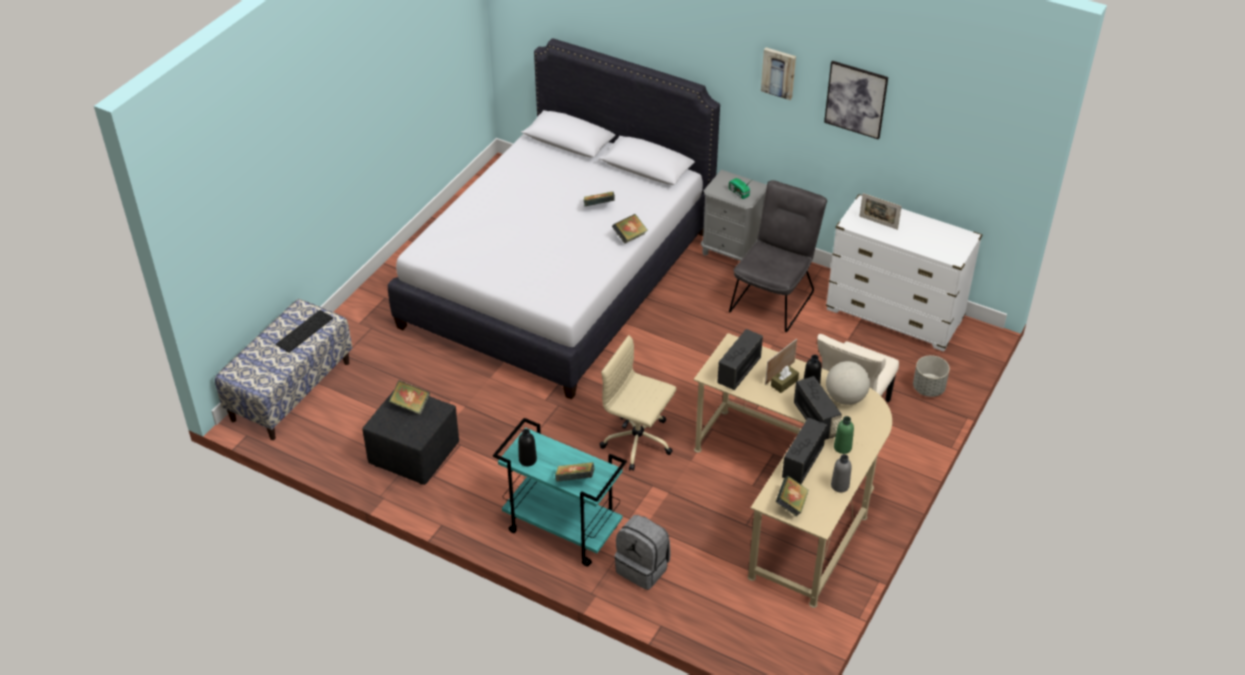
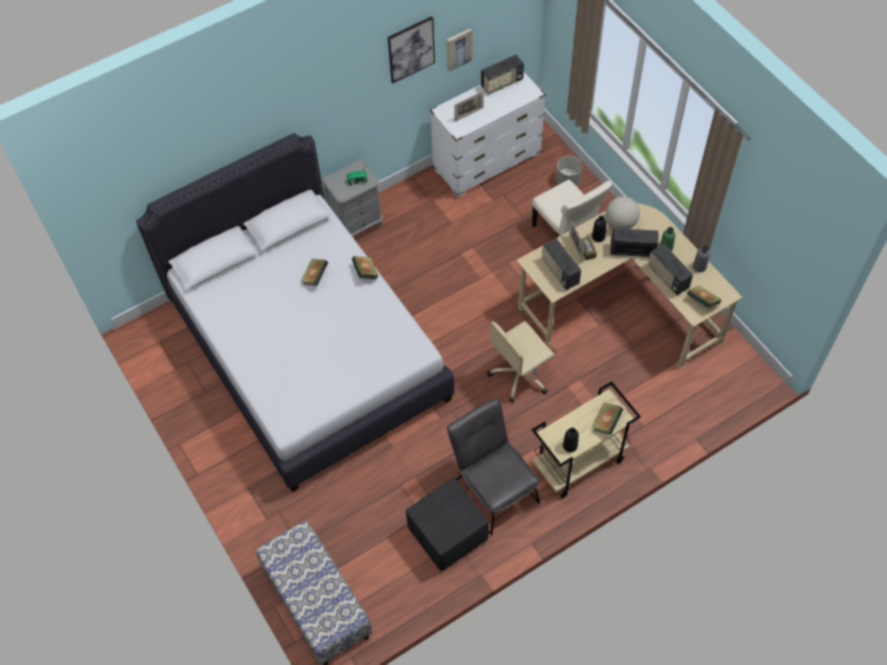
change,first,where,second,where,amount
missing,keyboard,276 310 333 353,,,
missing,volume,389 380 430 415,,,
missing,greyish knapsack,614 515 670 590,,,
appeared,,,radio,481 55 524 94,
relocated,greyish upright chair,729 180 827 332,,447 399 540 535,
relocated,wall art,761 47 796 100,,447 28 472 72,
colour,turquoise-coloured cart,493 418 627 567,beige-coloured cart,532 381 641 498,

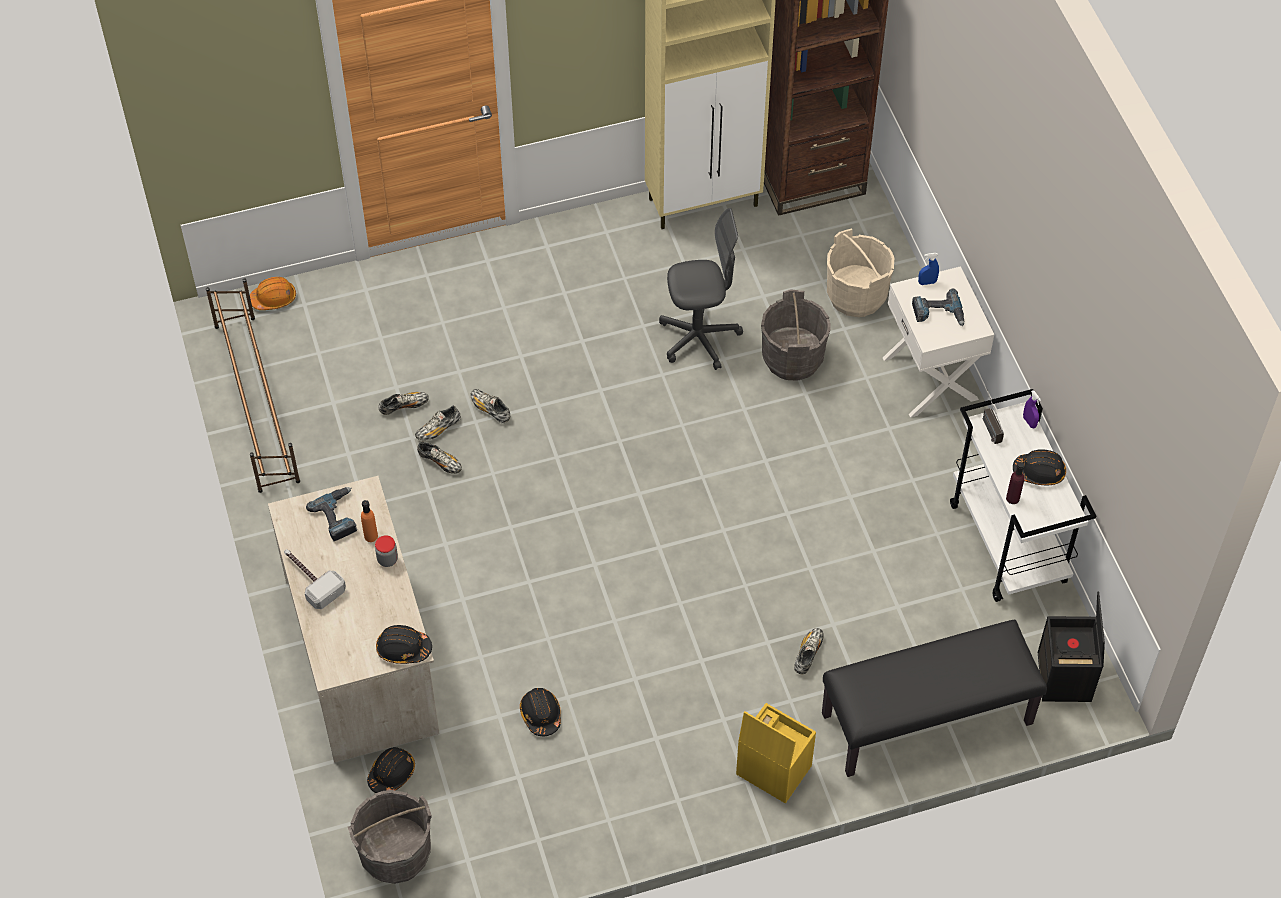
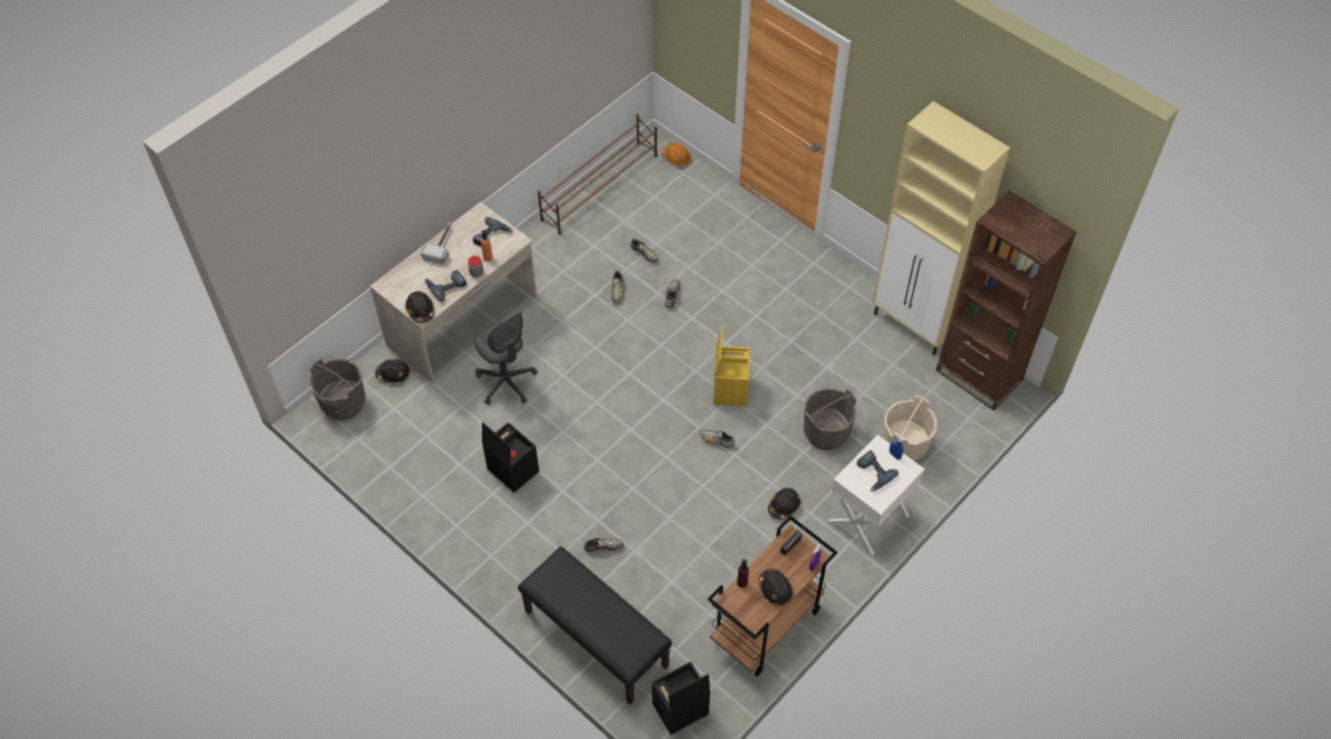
change,first,where,second,where,amount
appeared,,,electric drill,425 270 467 302,
appeared,,,black-coloured storage container,482 422 539 493,
relocated,shoe,415 406 461 440,,699 429 735 449,
relocated,black-coloured work helmet,520 688 561 736,,768 488 801 520,
relocated,greyish computer chair,659 208 743 370,,474 312 537 405,
relocated,yellowish storage container,736 703 816 803,,713 327 750 407,
colour,white cart,950 389 1096 602,brown-coloured cart,708 515 838 677,

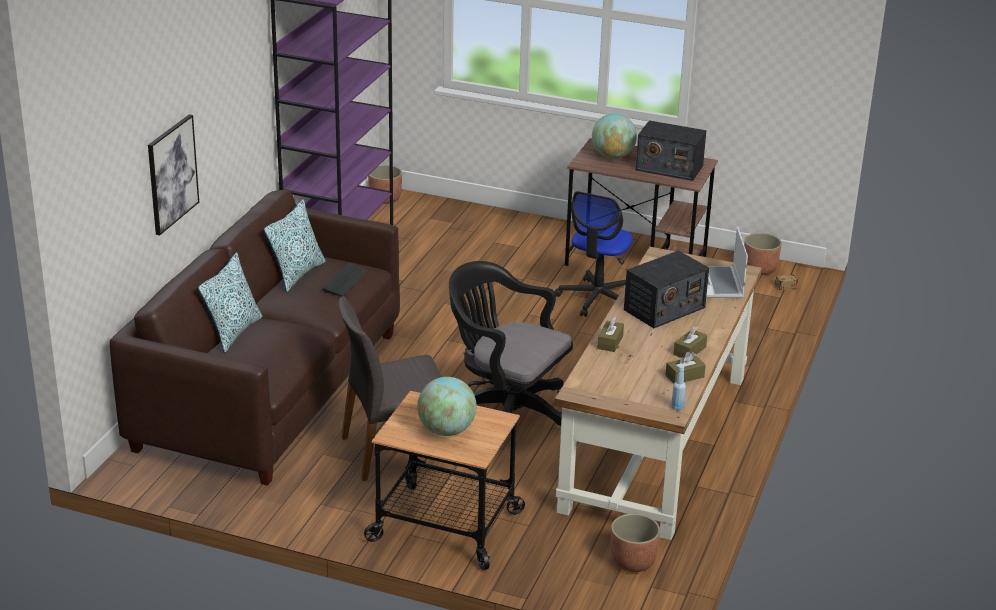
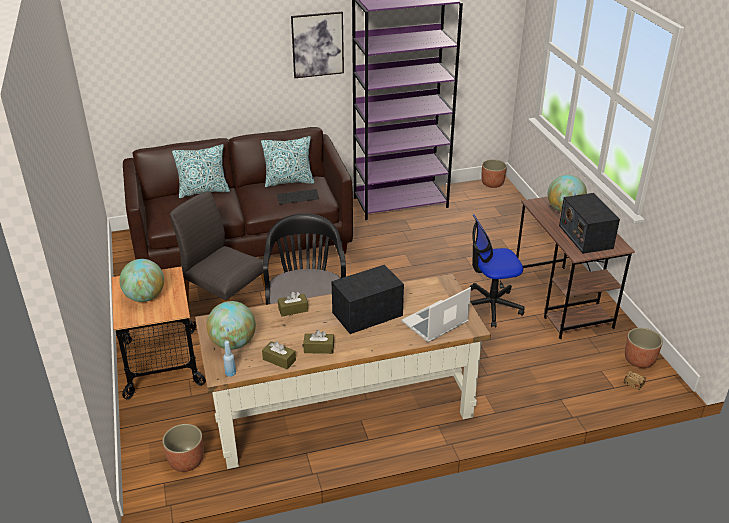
change,first,where,second,where,amount
appeared,,,world globe,207 301 256 350,
relocated,wall art,148 114 199 235,,291 12 344 78,
spun,radio,624 250 709 328,,331 264 404 334,135 degrees clockwise

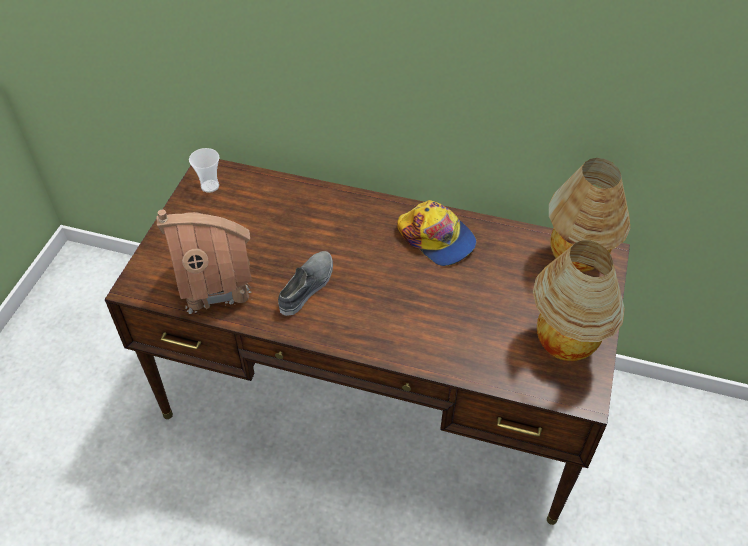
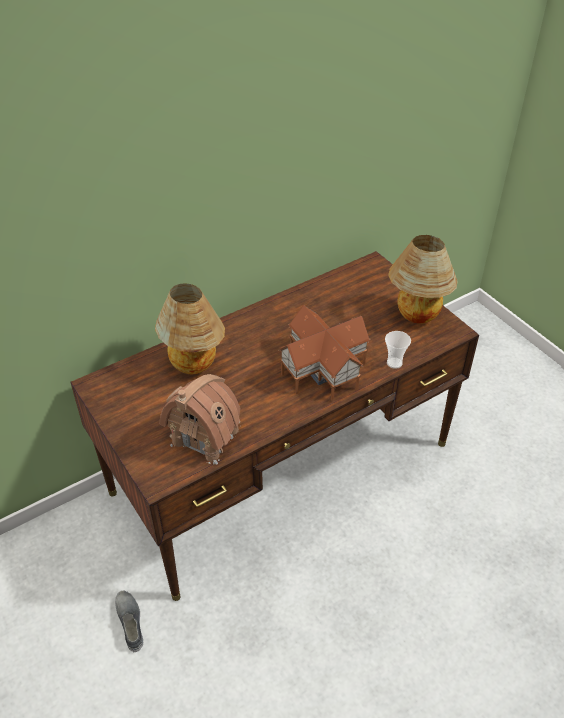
change,first,where,second,where,amount
missing,peaked cap,397 200 477 266,,,
appeared,,,toy house,278 305 371 401,
relocated,drinking cup,189 148 219 193,,385 331 411 369,
relocated,greyish shoe,278 251 333 316,,115 590 143 652,
relocated,table lamp,549 158 630 272,,155 283 225 374,

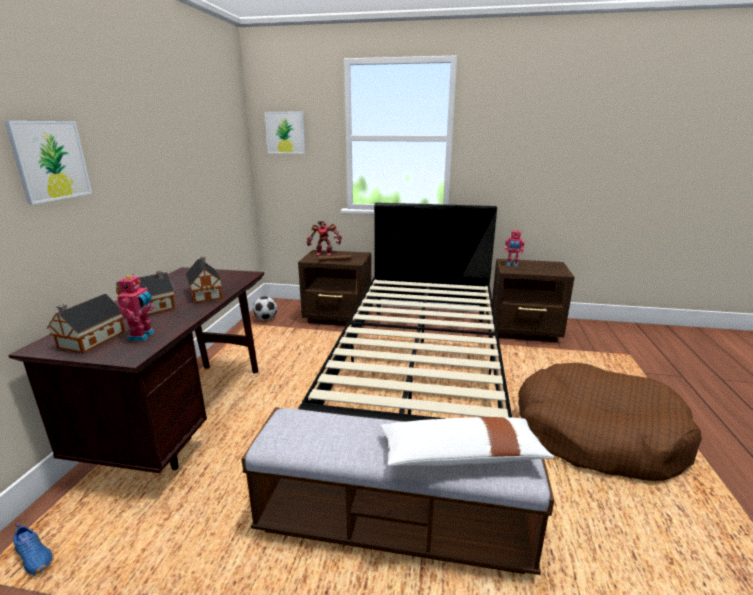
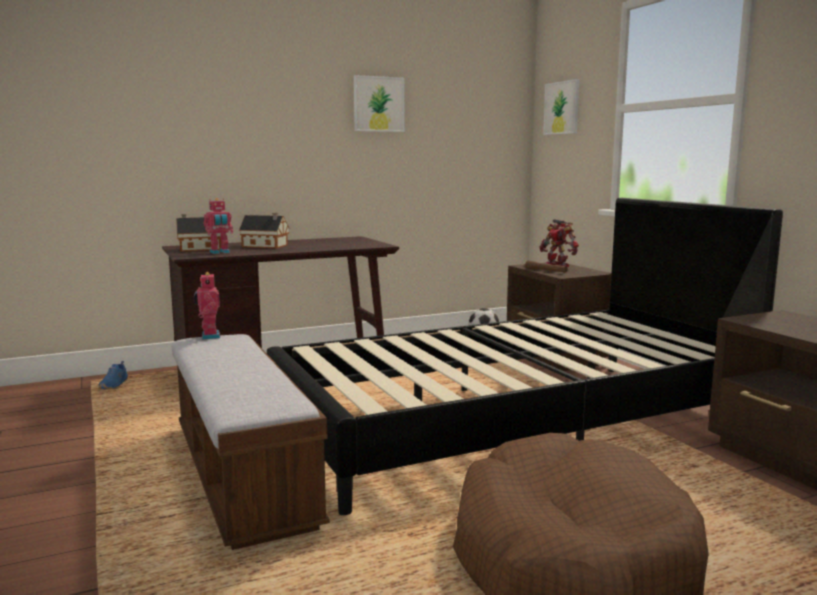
change,first,where,second,where,amount
missing,toy house,185 257 223 303,,,
missing,white throw pillow,381 417 555 466,,,
relocated,wall art,4 121 92 205,,354 75 405 132,
relocated,toy robot,505 229 524 267,,194 272 220 340,

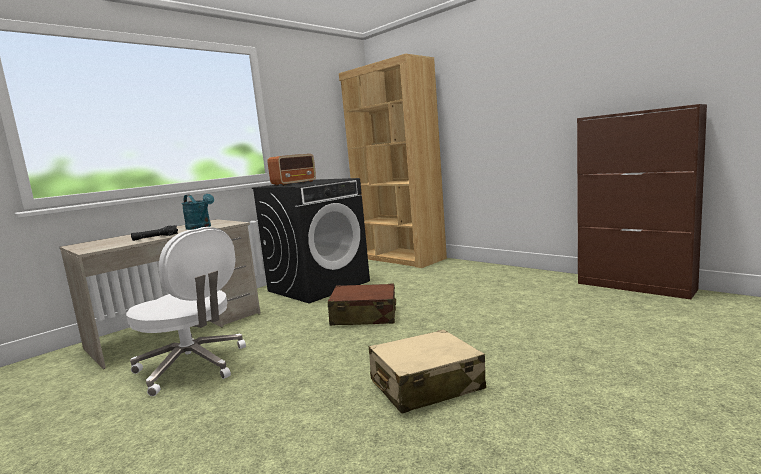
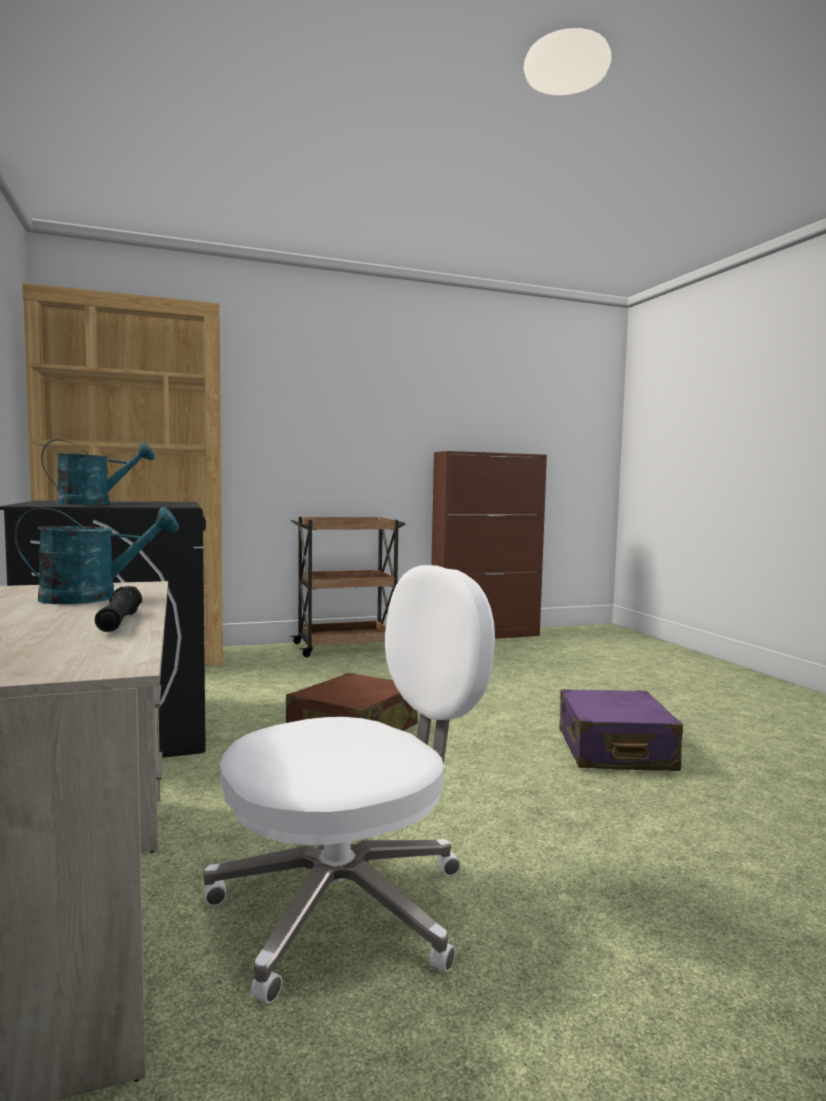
change,first,where,second,where,amount
appeared,,,brown-coloured cart,290 517 406 657,
exchanged,radio,268 154 316 186,turquoise-coloured sprinkling can,41 440 154 505,
colour,beige-coloured travel case,369 329 486 414,purple travel case,559 689 683 771,

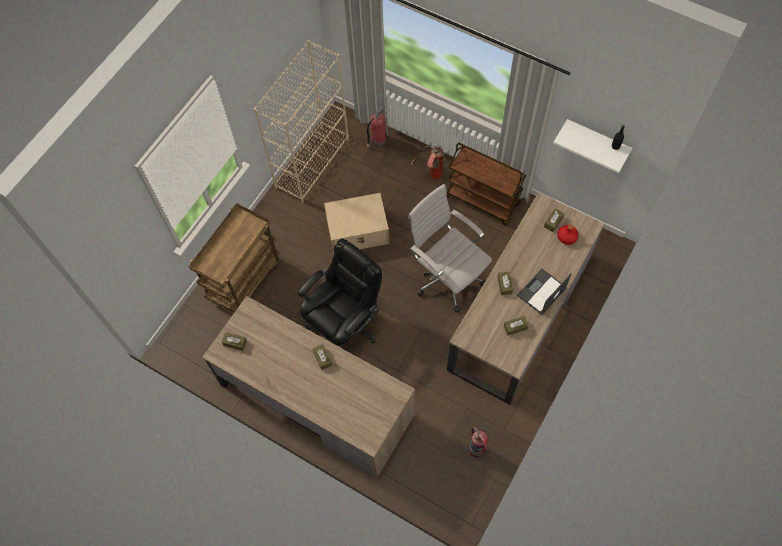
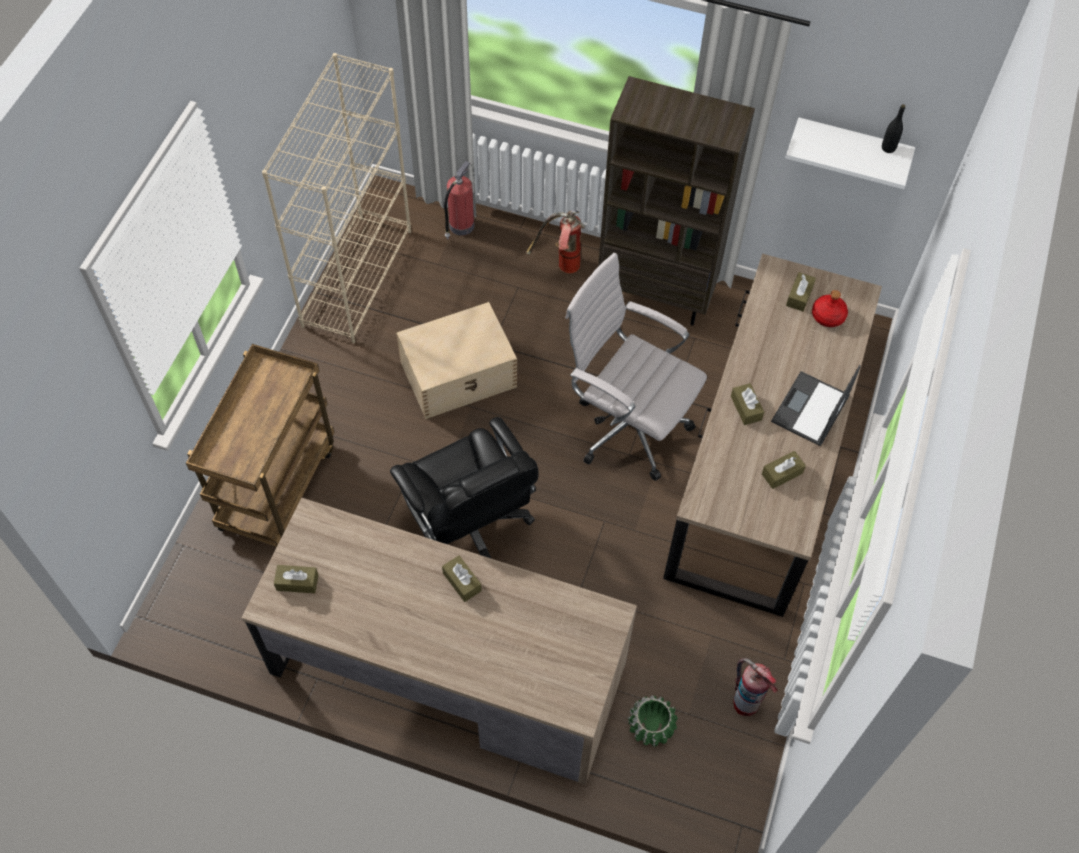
change,first,where,second,where,amount
appeared,,,green-coloured plant pot,628 695 678 747,
exchanged,brown-coloured cart,446 143 526 226,brown-coloured shelving unit,598 76 755 326,
spun,black-coloured computer chair,298 238 382 347,,390 417 539 559,120 degrees clockwise

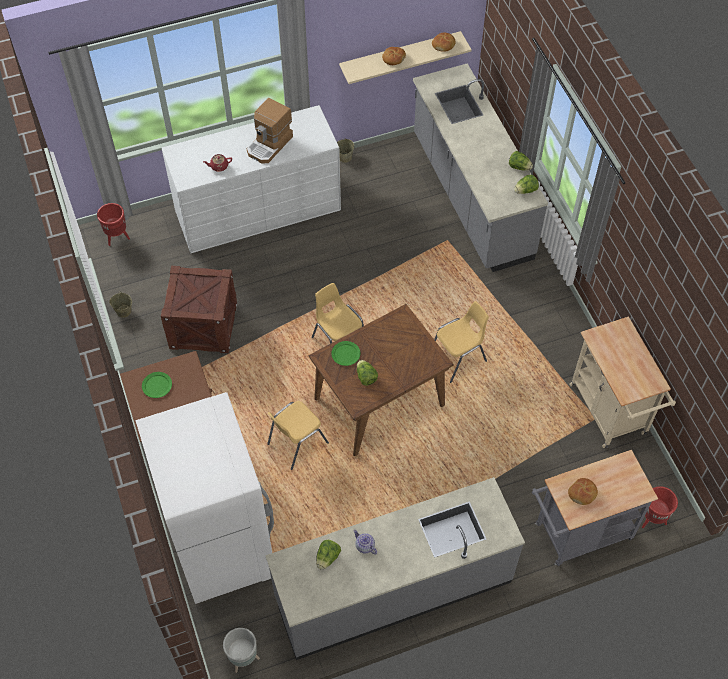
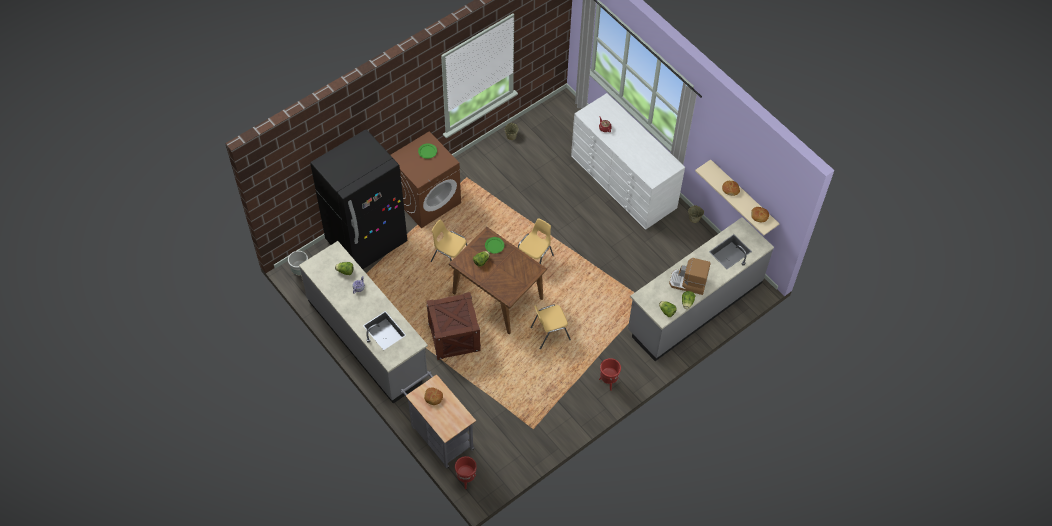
change,first,where,second,where,amount
missing,beige-coloured cart,569 317 676 448,,,
relocated,reddish plant pot,97 203 130 246,,599 358 621 391,
relocated,crate,161 266 237 353,,426 292 481 360,
relocated,coffee brewer,247 98 293 163,,669 258 710 295,
colour,white fridge,135 392 274 604,black-coloured fridge,310 129 408 269,
spun,yellowish upright chair,434 301 489 383,,531 305 571 349,120 degrees clockwise

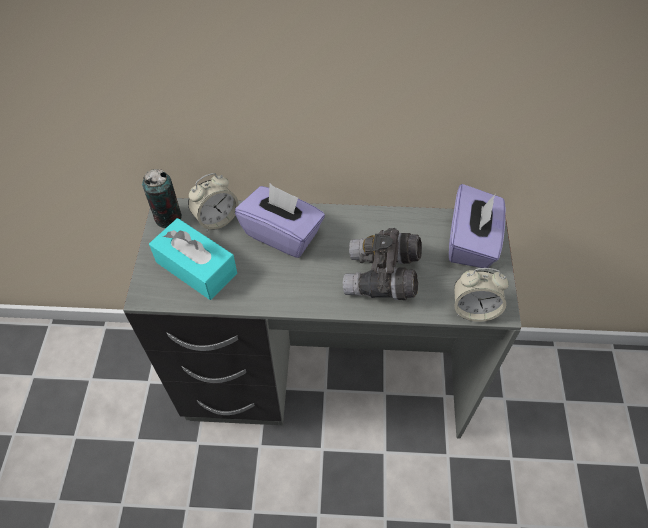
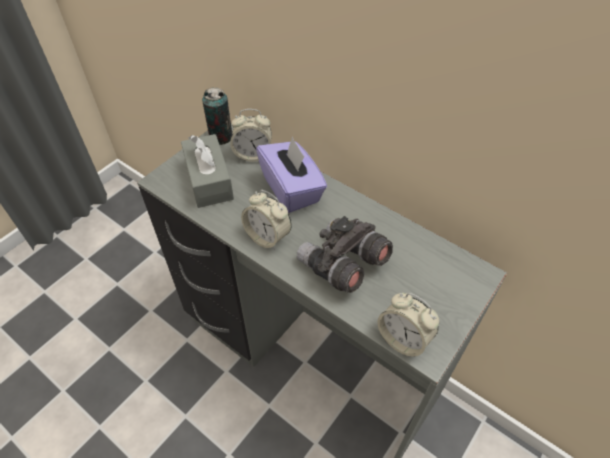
change,first,where,second,where,amount
missing,purple tissue box,449 184 506 268,,,
appeared,,,bedside clock,241 190 292 250,
colour,turquoise-coloured tissue box,149 218 237 300,greyish tissue box,181 134 234 208,

